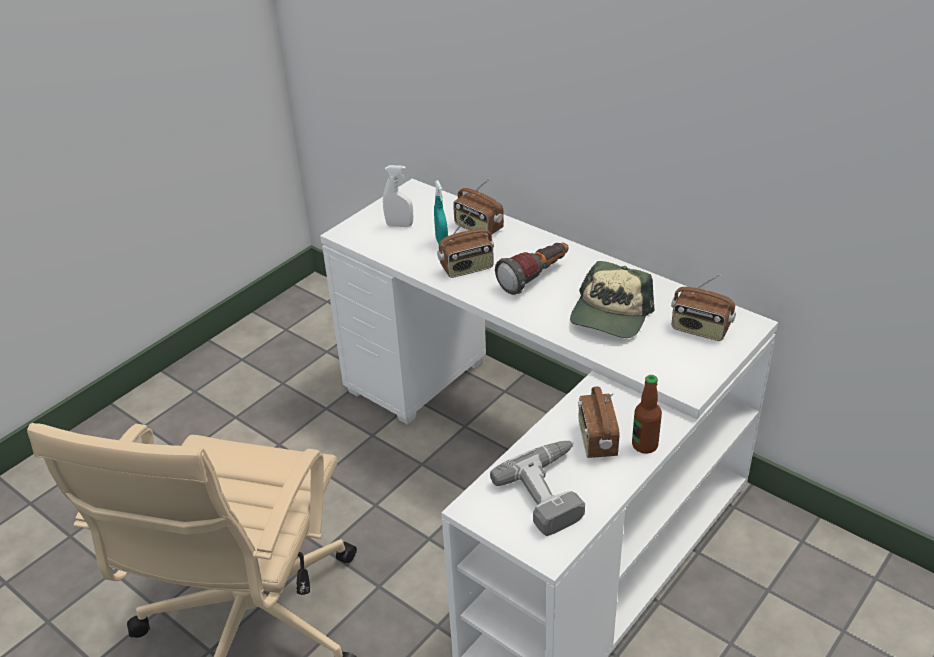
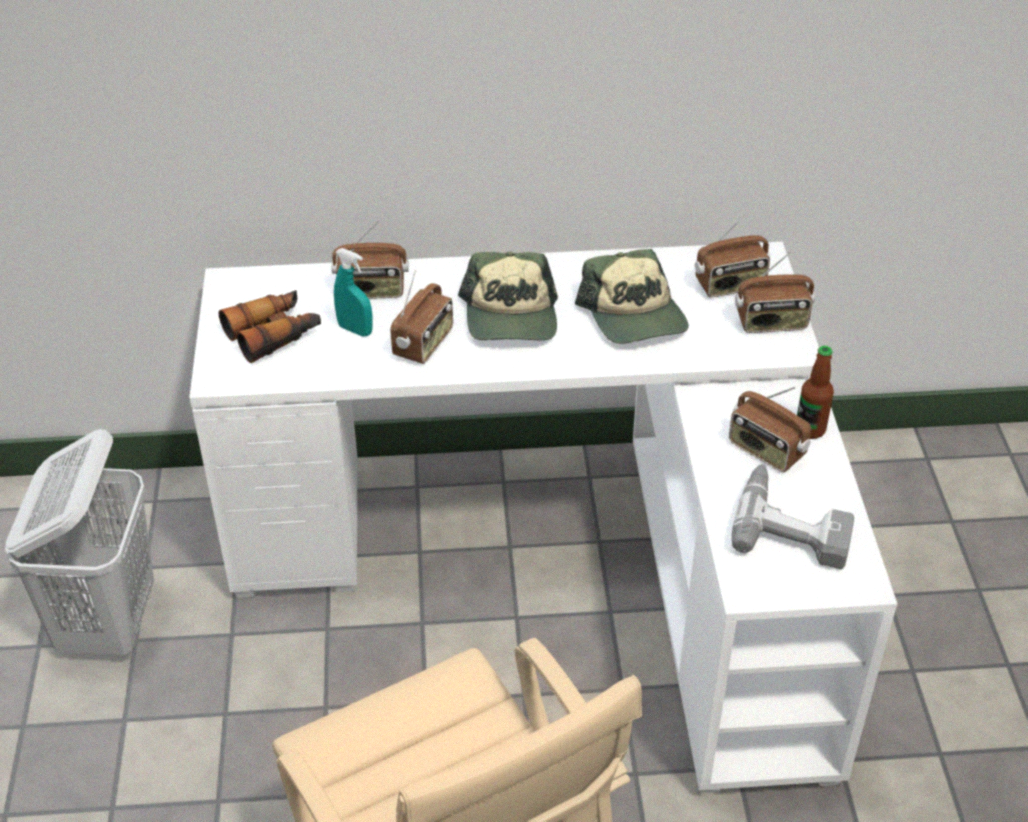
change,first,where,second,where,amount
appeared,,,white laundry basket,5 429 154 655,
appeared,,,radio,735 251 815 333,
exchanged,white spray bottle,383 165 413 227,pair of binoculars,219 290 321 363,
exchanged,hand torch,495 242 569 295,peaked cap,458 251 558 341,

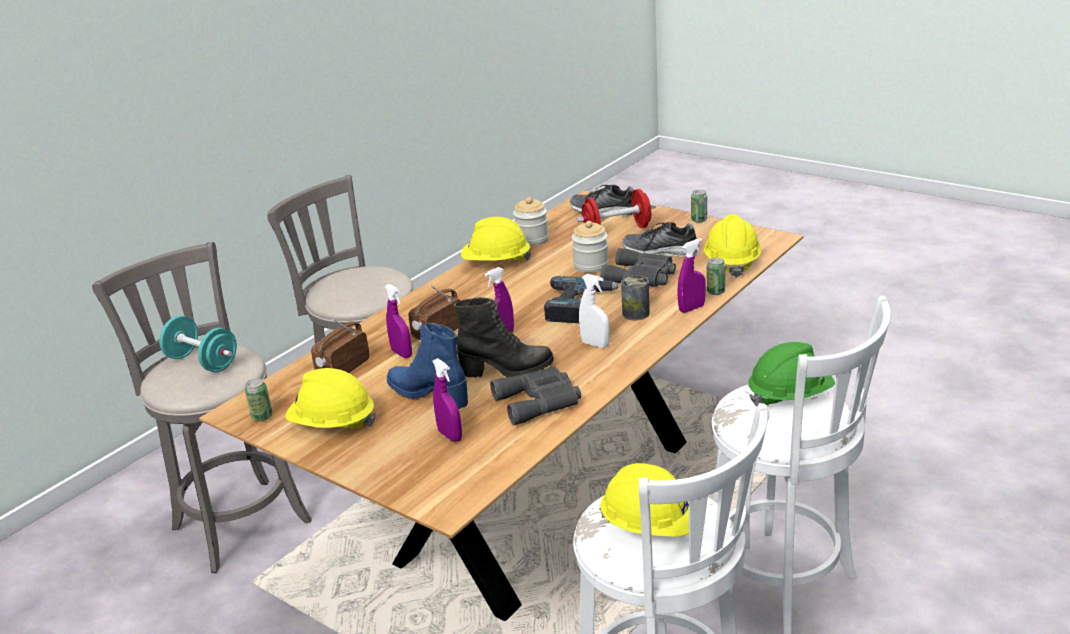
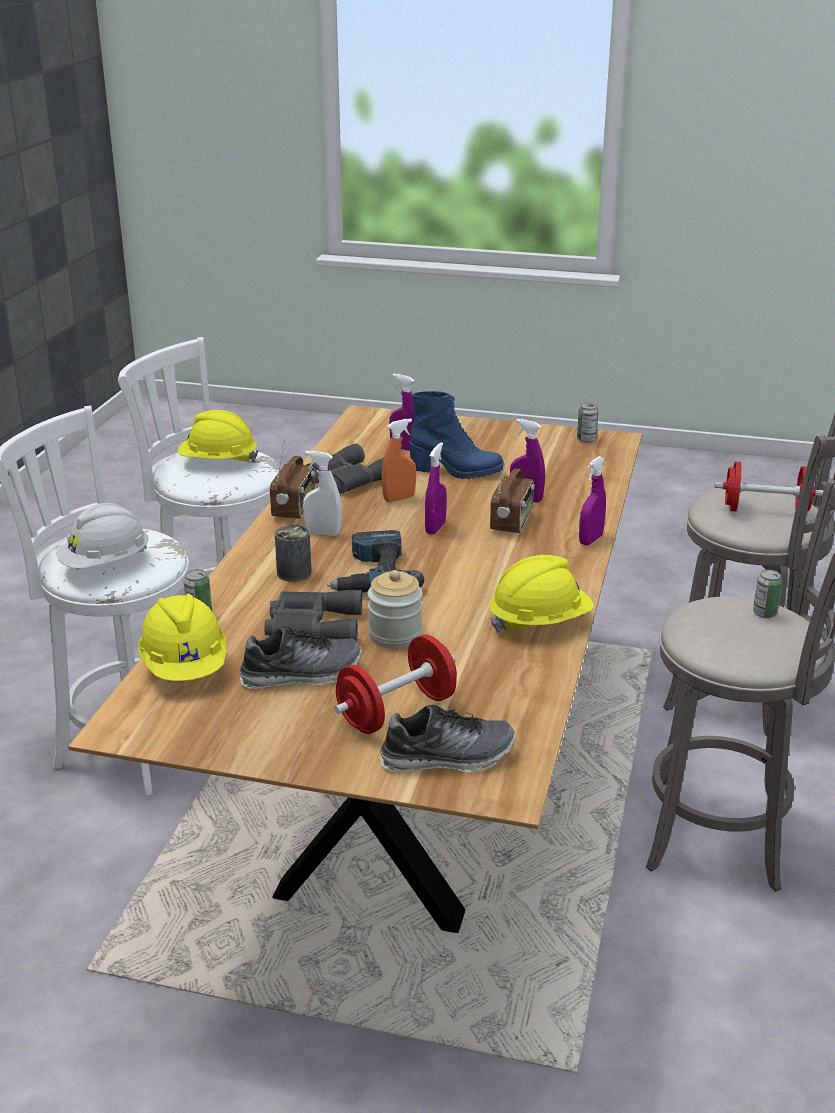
change,first,where,second,where,amount
missing,yellowish work helmet,286 368 376 428,,,
missing,preserve jar,513 197 549 246,,,
relocated,radio,311 319 370 373,,270 440 315 519,
relocated,purple spray bottle,677 238 706 313,,579 456 606 545,
relocated,can,691 190 707 223,,753 570 782 618,
exchanged,black-coloured tall boot,454 297 554 377,orange-coloured spray bottle,382 419 416 502,
colour,turquoise-coloured hand weight,159 316 237 372,reddish hand weight,715 462 824 512,
colour,green-coloured work helmet,748 342 835 406,white work helmet,56 503 148 569,

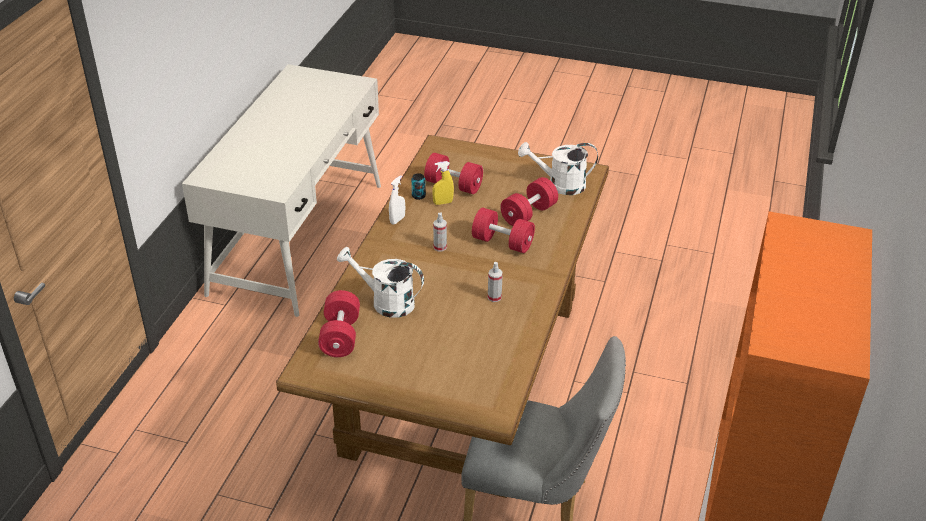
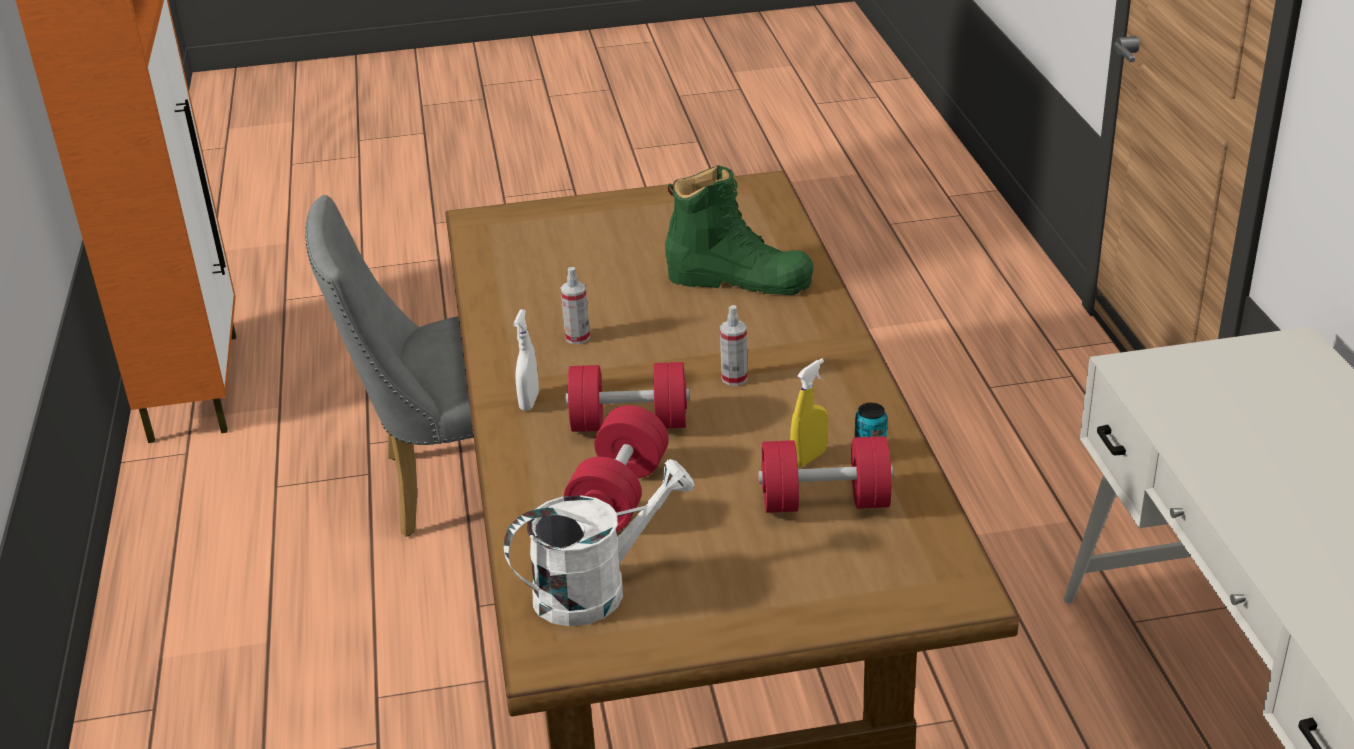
change,first,where,second,where,amount
missing,reddish hand weight,318 290 360 357,,,
relocated,white spray bottle,389 175 405 225,,514 309 539 411,
exchanged,white sprinkling can,337 247 424 318,green-coloured tall boot,665 165 813 295,

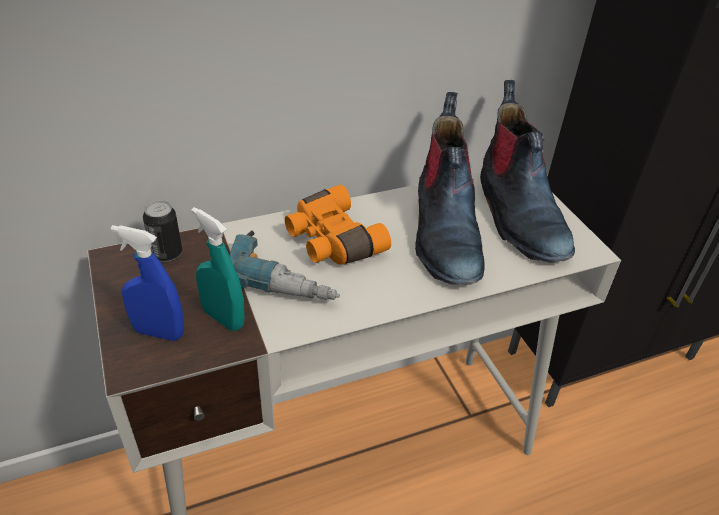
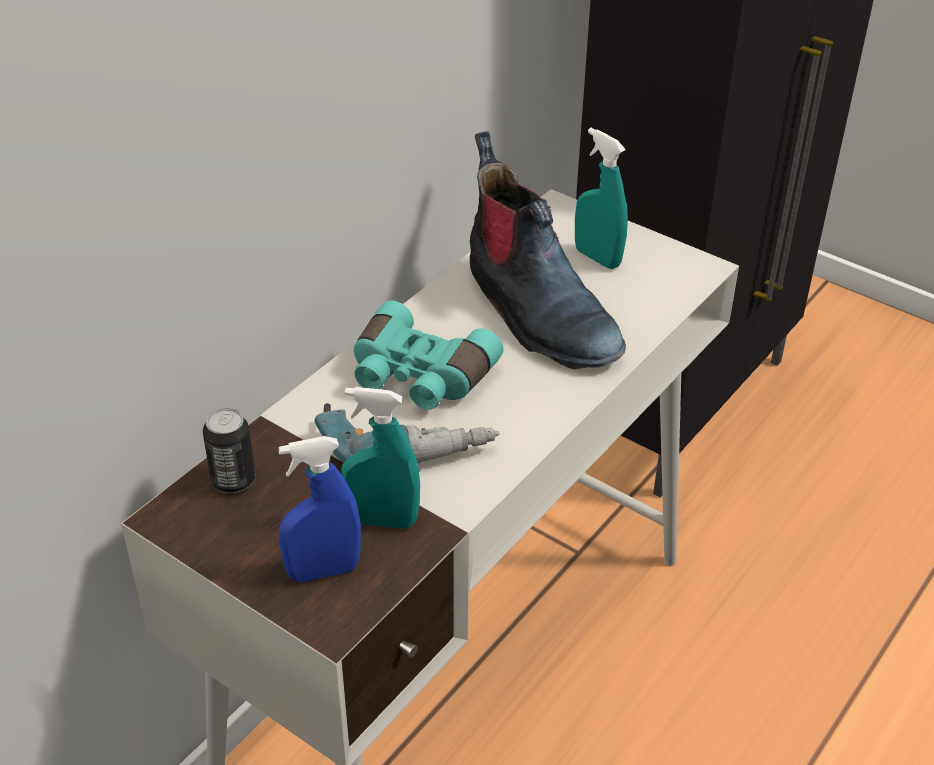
change,first,where,second,where,amount
exchanged,tall boot,480 80 575 262,turquoise-coloured spray bottle,575 128 628 269,
colour,orange-coloured pair of binoculars,285 185 391 265,turquoise-coloured pair of binoculars,354 301 504 410,

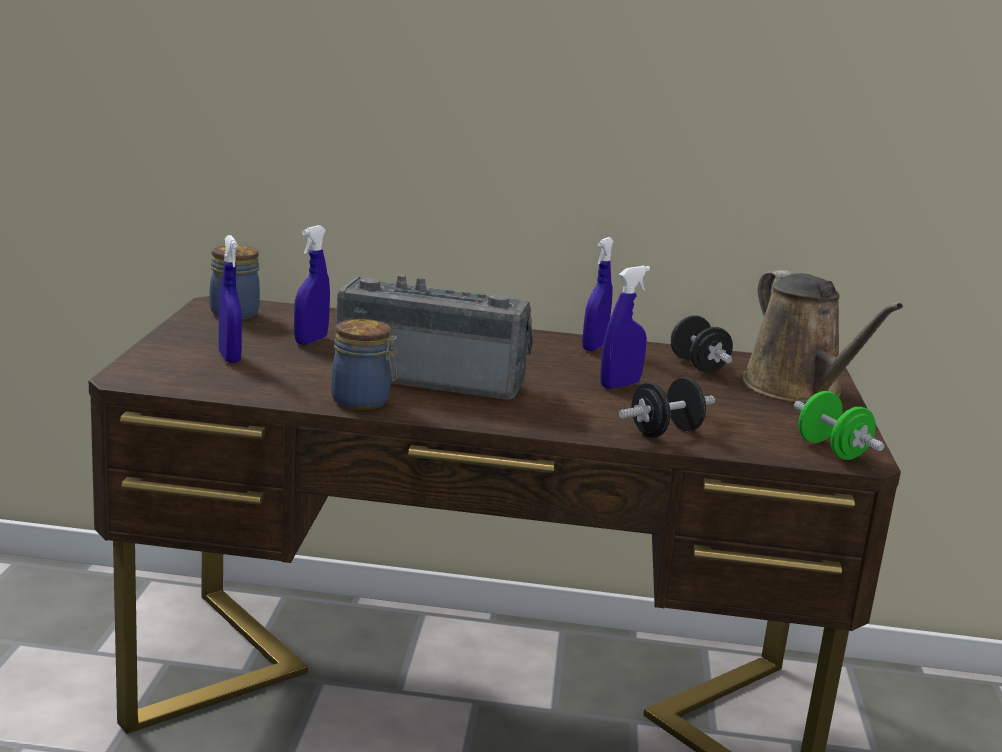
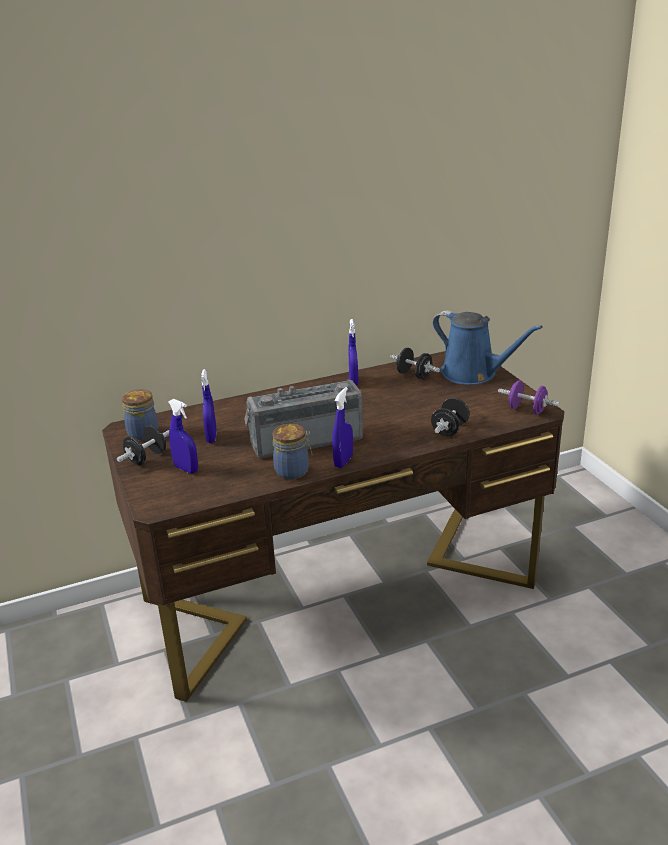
change,first,where,second,where,amount
appeared,,,black-coloured hand weight,117 425 169 465,
relocated,blue spray bottle,600 266 650 389,,332 387 353 468,
colour,brown-coloured sprinkling can,743 270 903 403,blue sprinkling can,433 311 543 385,
colour,green-coloured hand weight,794 391 884 460,purple hand weight,498 381 560 415,

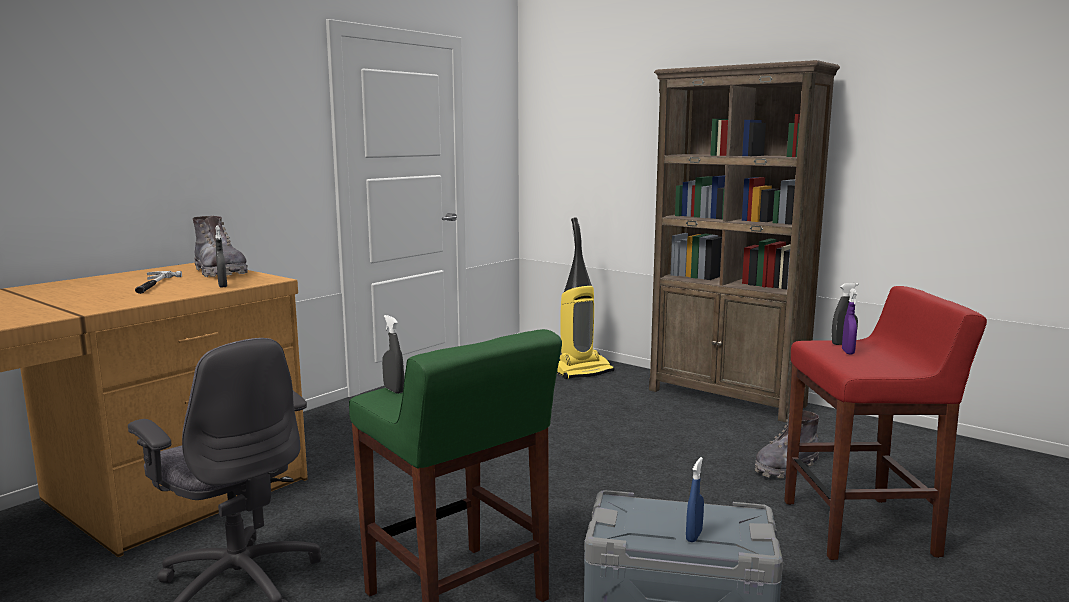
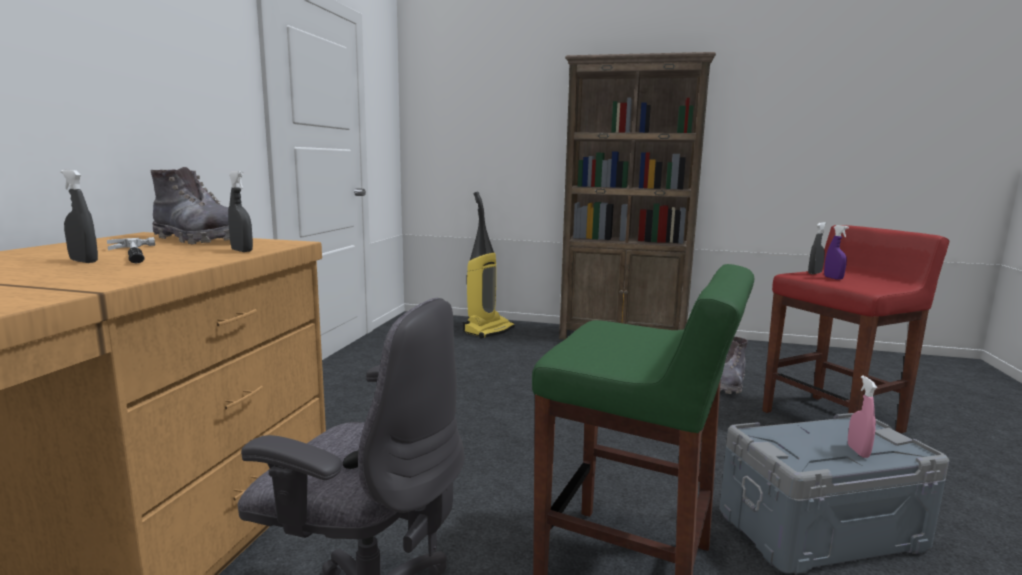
change,first,where,second,where,amount
relocated,greyish spray bottle,382 315 404 394,,61 170 98 263,
colour,blue spray bottle,686 457 704 542,pink spray bottle,848 376 877 458,

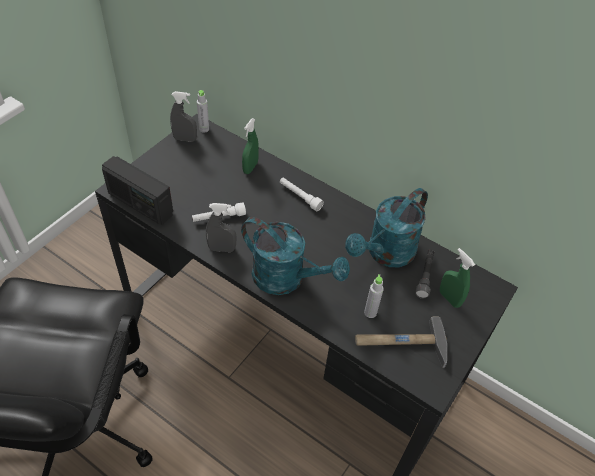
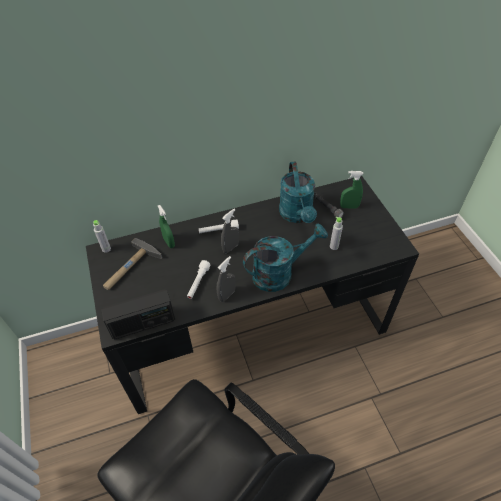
change,first,where,second,where,amount
relocated,greyish spray bottle,170 91 197 142,,221 209 239 253,
relocated,hammer,355 317 447 368,,103 238 162 290,

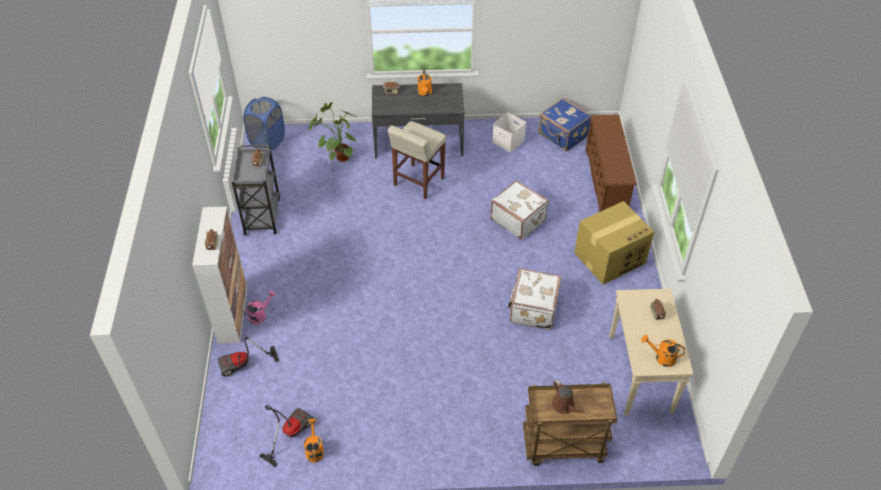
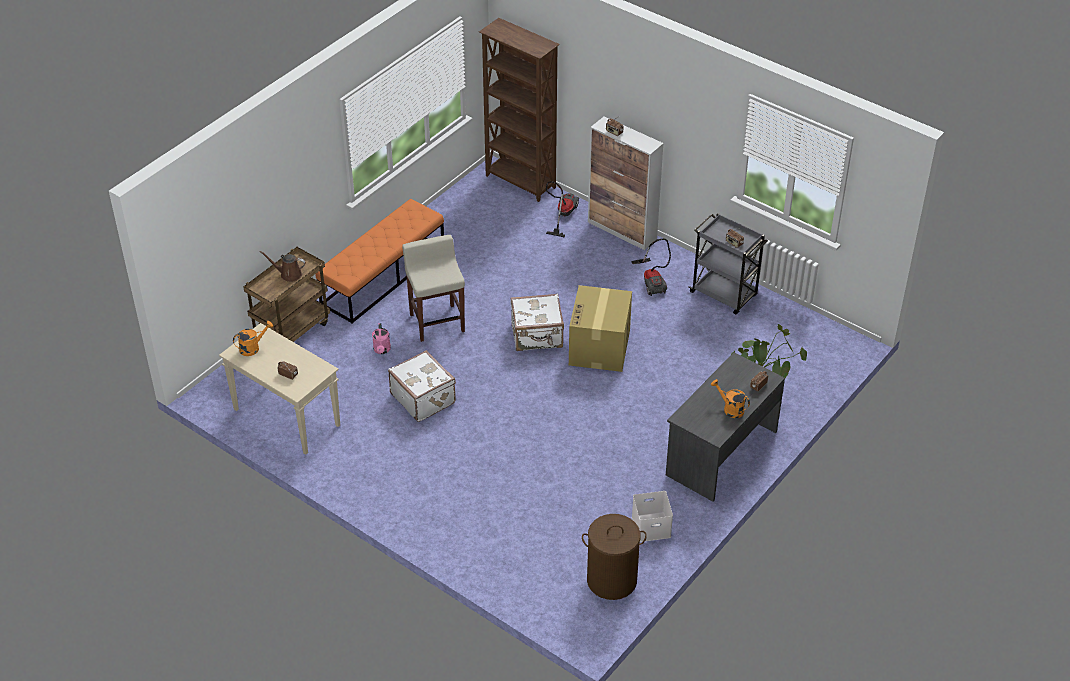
change,first,where,second,where,amount
missing,blue laundry basket,244 97 285 150,,,
missing,orange-coloured sprinkling can,304 419 324 463,,,
missing,brown-coloured shoe shelf,586 114 637 212,,,
appeared,,,orange-coloured indoor bench,316 199 444 324,
appeared,,,brown-coloured shelving unit,479 18 560 202,
relocated,pink sprinkling can,244 291 276 324,,372 323 391 354,
relocated,vacuum,259 405 313 467,,631 239 671 296,
relocated,beige-coloured stool,388 121 446 199,,402 235 465 342,
relocated,white travel case,490 180 549 240,,510 293 564 351,
relocated,packing box,574 201 654 284,,569 285 632 372,
exchanged,blue travel case,538 98 591 151,brown-coloured laundry basket,582 514 647 600,

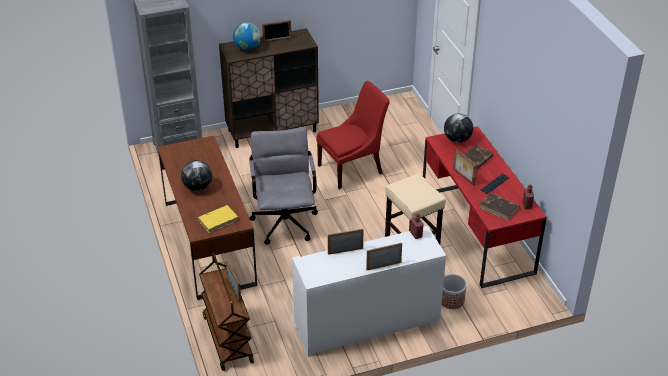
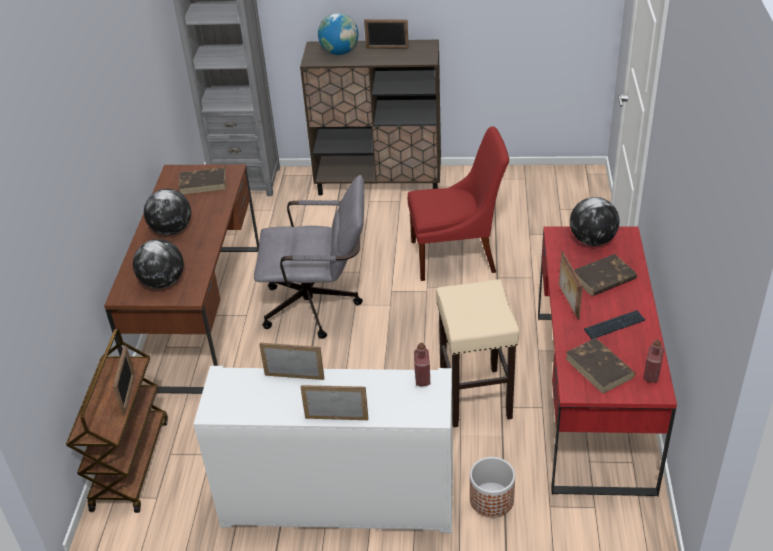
change,first,where,second,where,amount
appeared,,,brown-coloured volume,179 168 226 194,
exchanged,yellowish volume,198 205 238 233,world globe,133 239 184 289,
spun,greyish computer chair,249 127 318 245,,254 175 364 339,75 degrees clockwise

